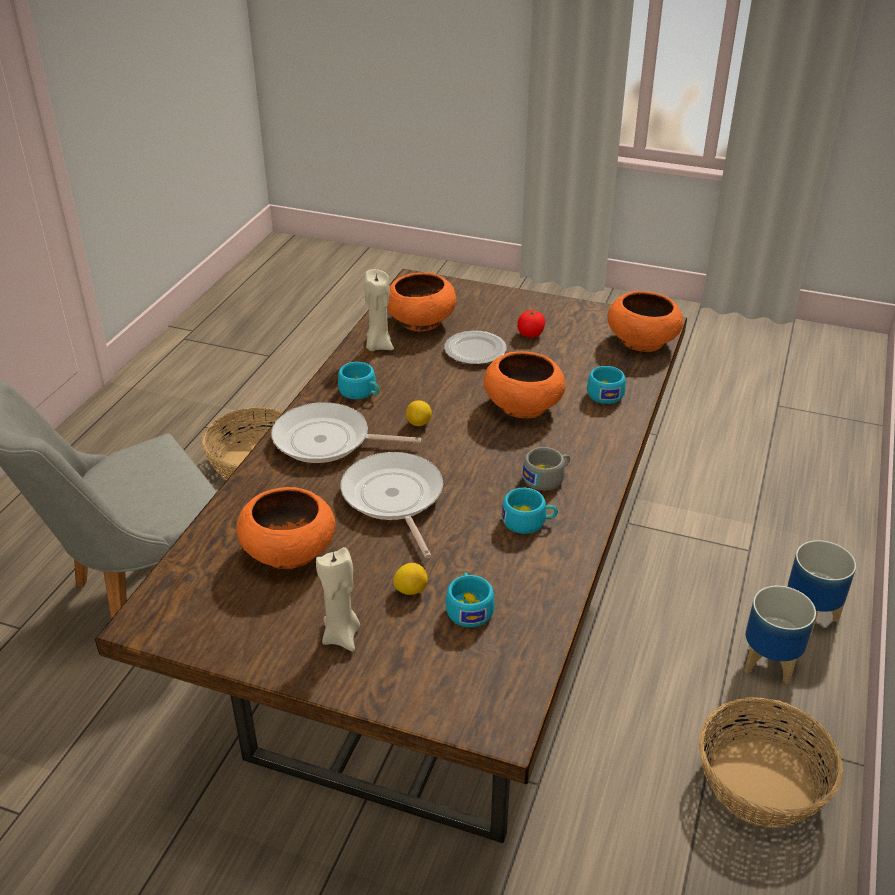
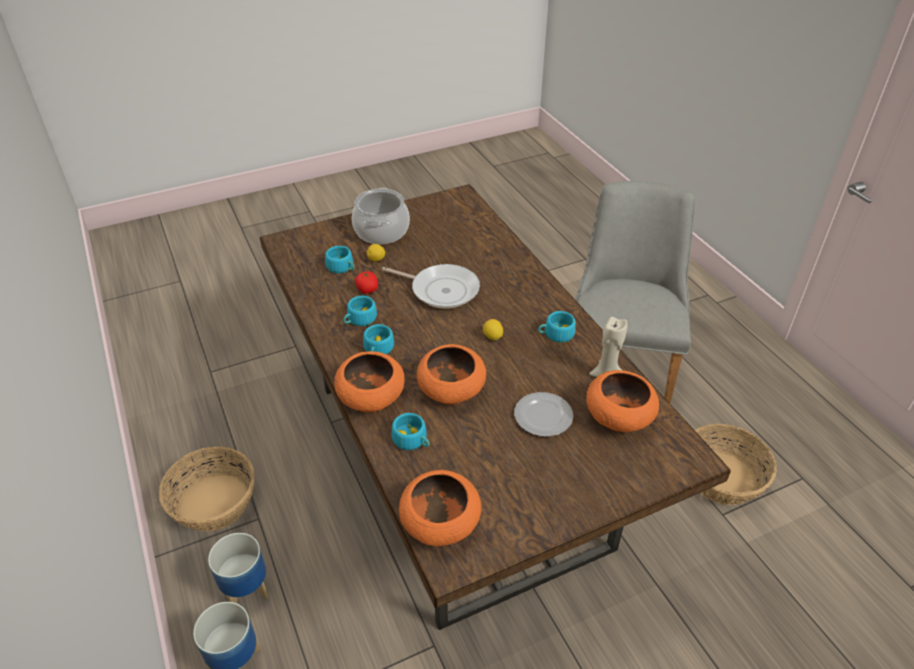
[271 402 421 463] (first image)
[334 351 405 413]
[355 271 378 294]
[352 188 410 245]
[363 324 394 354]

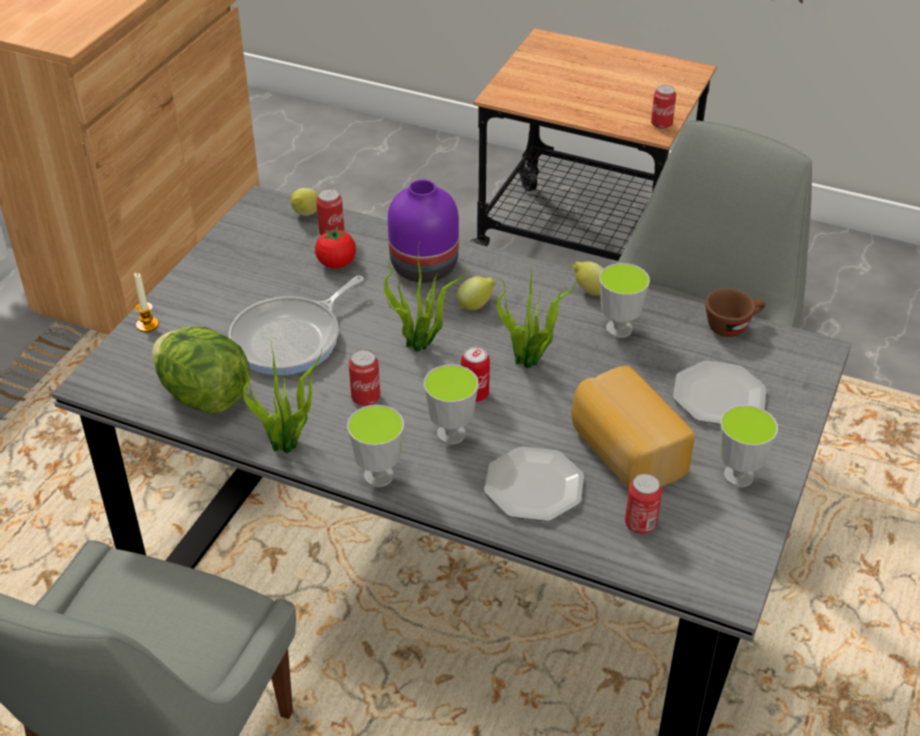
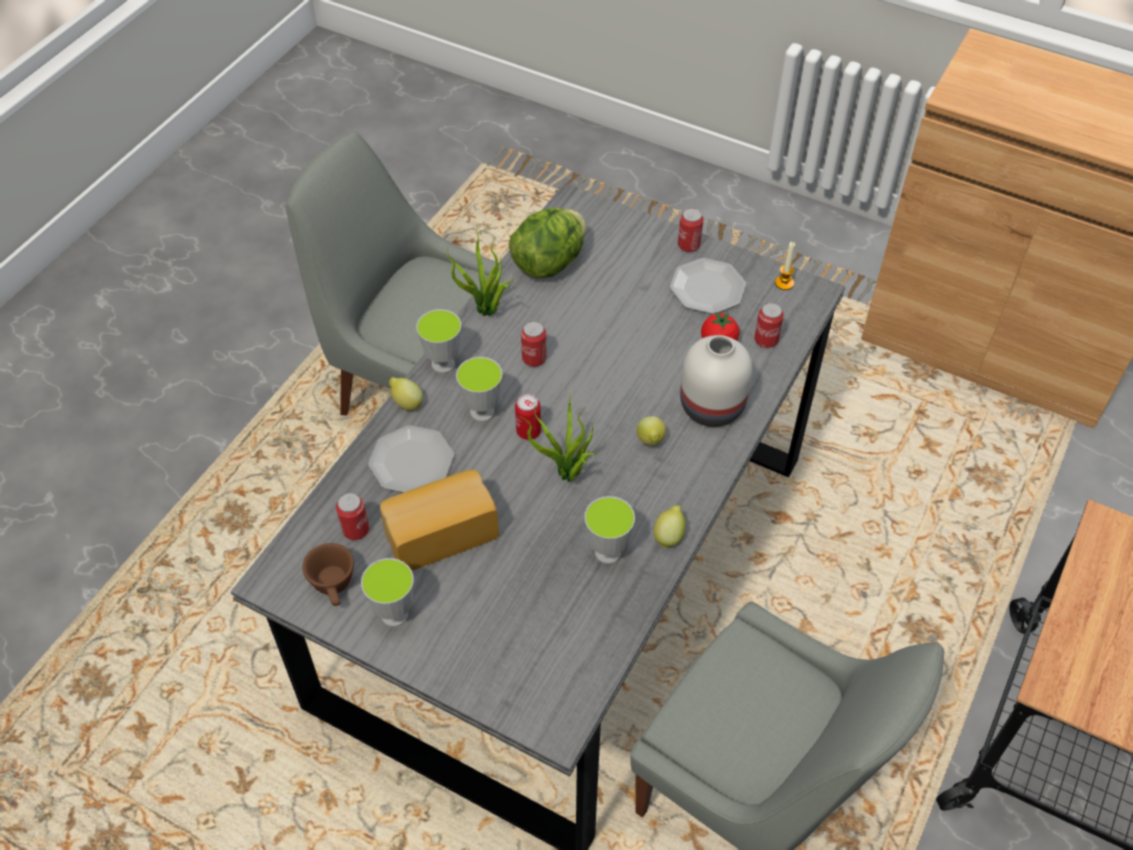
[228 275 364 375] (first image)
[384 241 467 352] (first image)
[775 242 795 290]
[389 377 423 411]
[678 208 703 252]
[670 258 746 314]
[302 543 354 606]
[680 335 752 427]

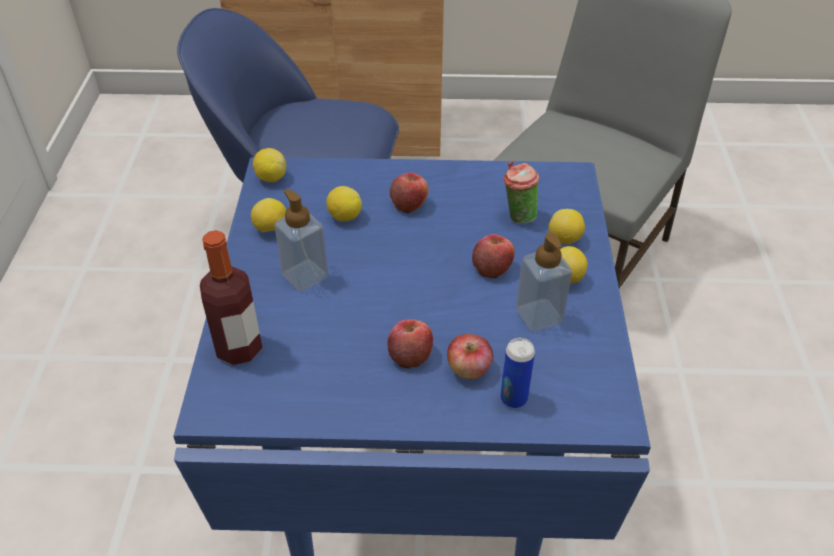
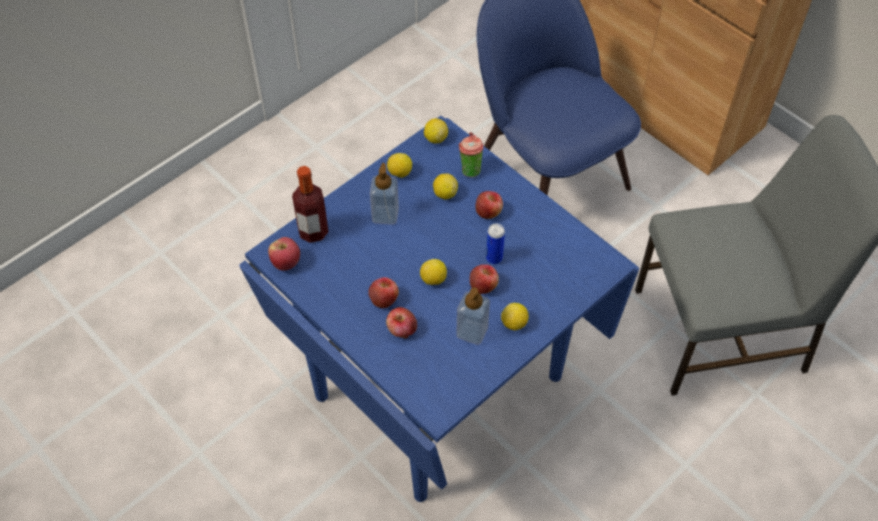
[268 237 300 271]
[486 223 505 264]
[459 132 484 177]
[420 259 447 285]

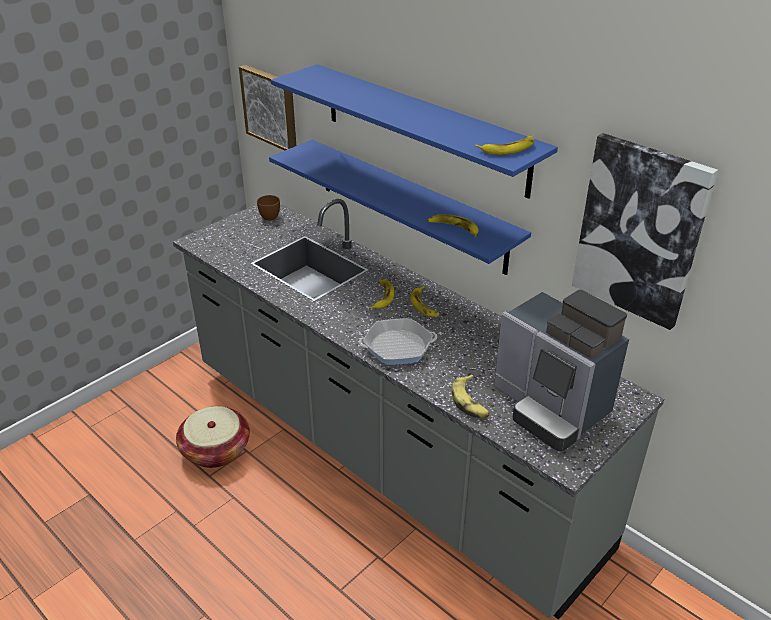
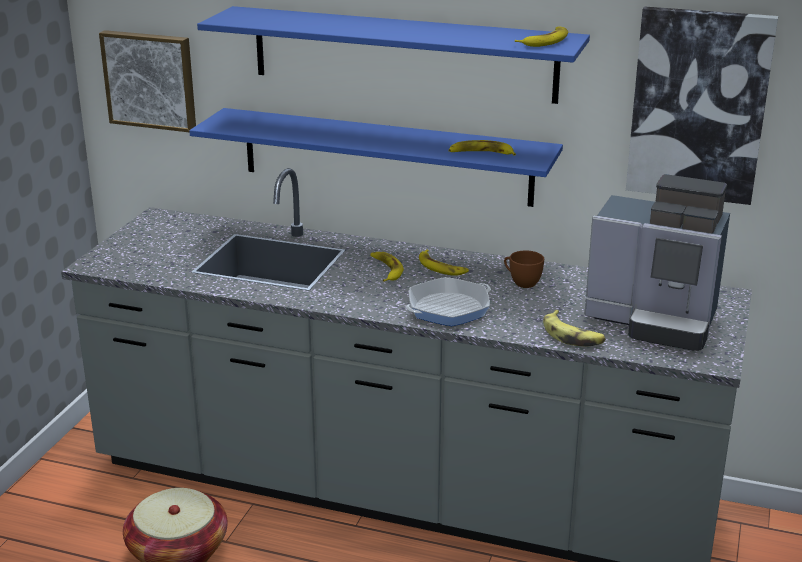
[504 250 544 288]

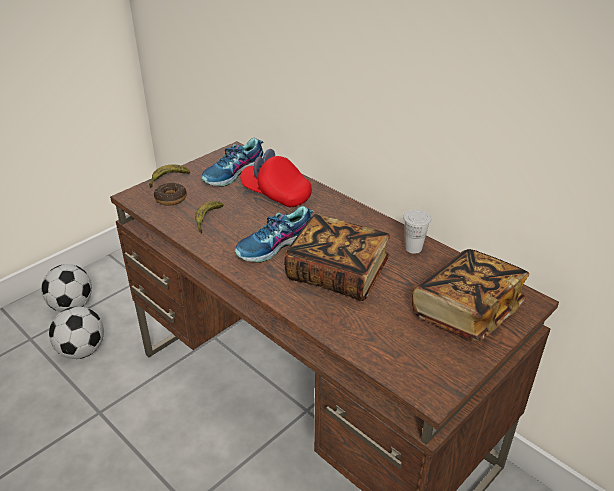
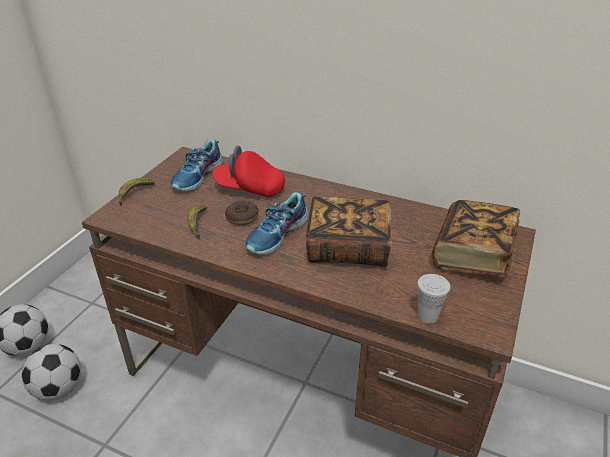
[225 201 259 225]
[417 274 450 324]

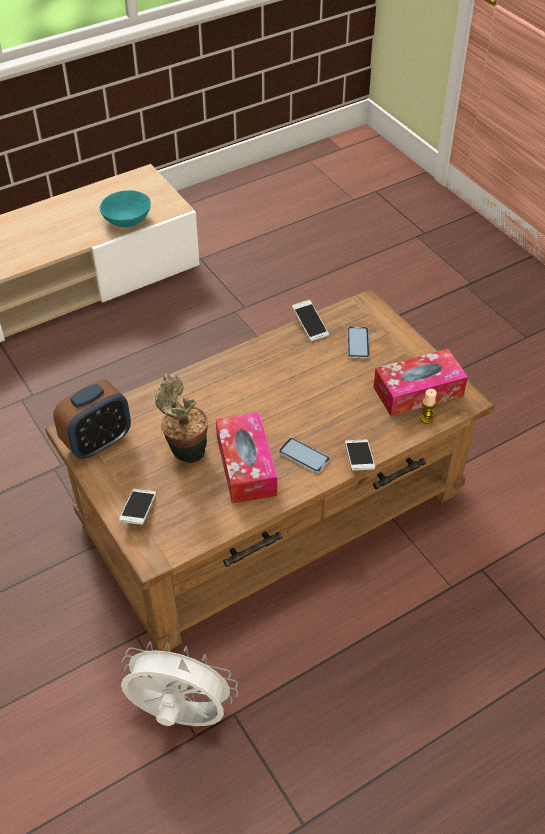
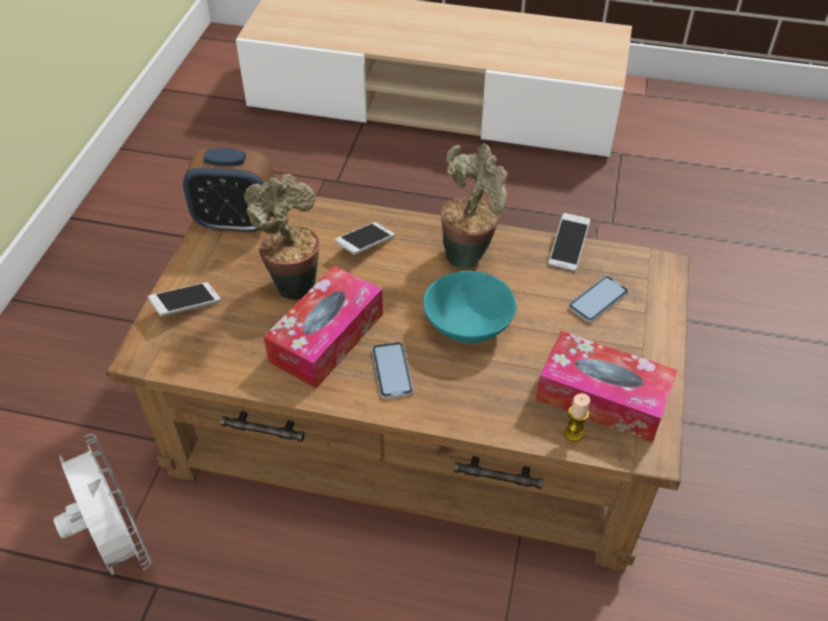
[441 143 508 269]
[423 271 517 343]
[334 222 395 255]

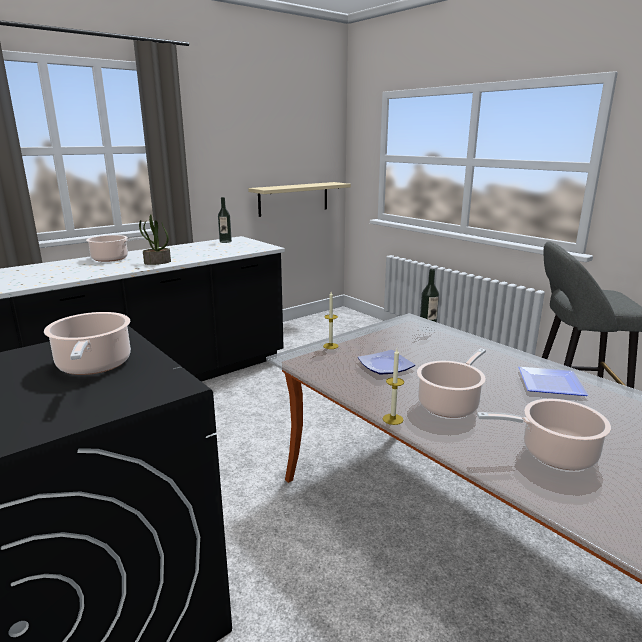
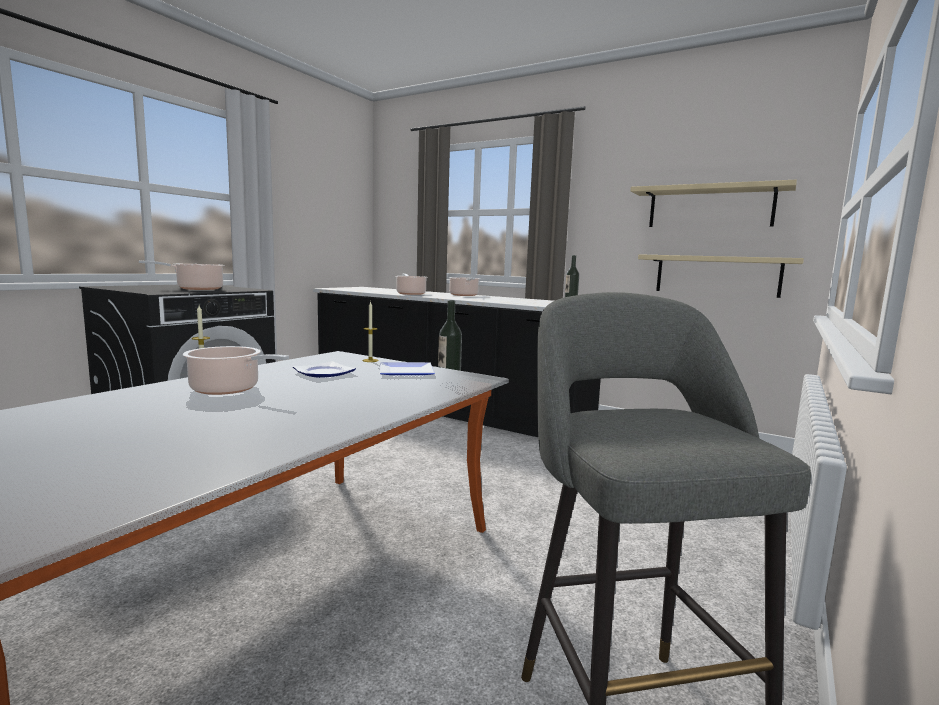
[139 215 171 265] (first image)
[630 180 797 227]
[395 274 428 295]
[379 362 435 375]

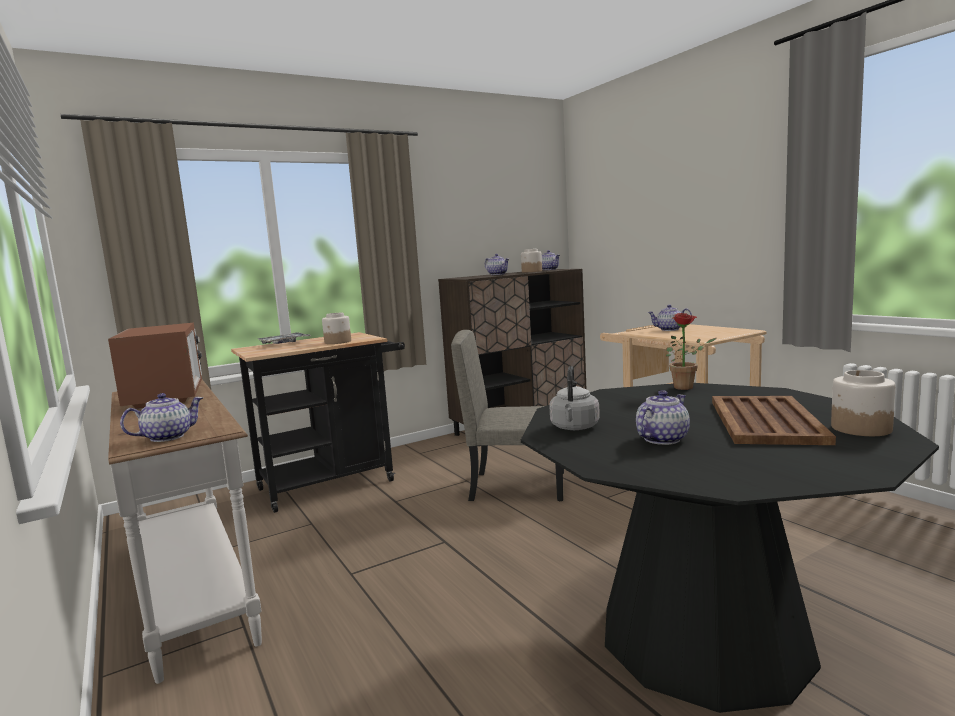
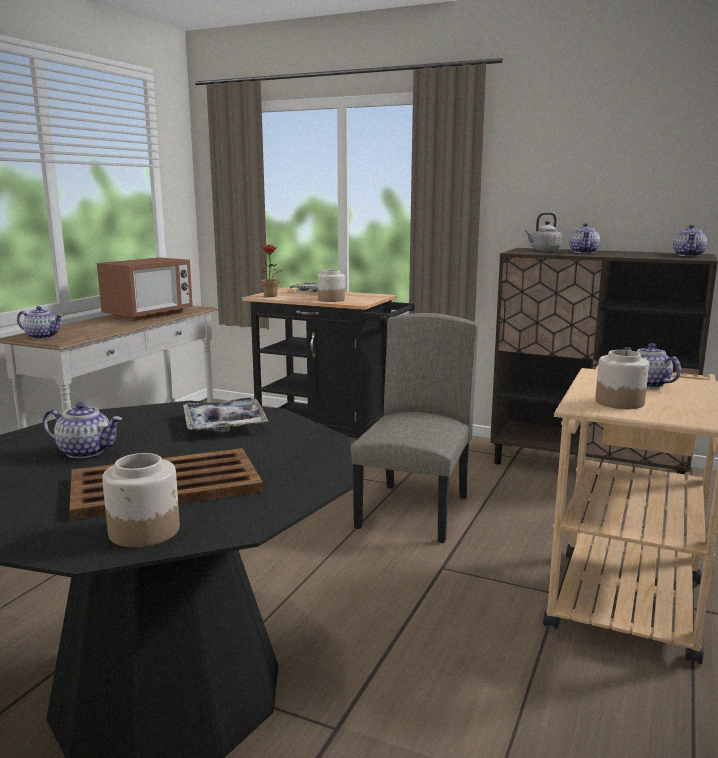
[183 397 268 433]
[595 350 649 409]
[525 212 562 251]
[260 245 284 297]
[351 313 478 543]

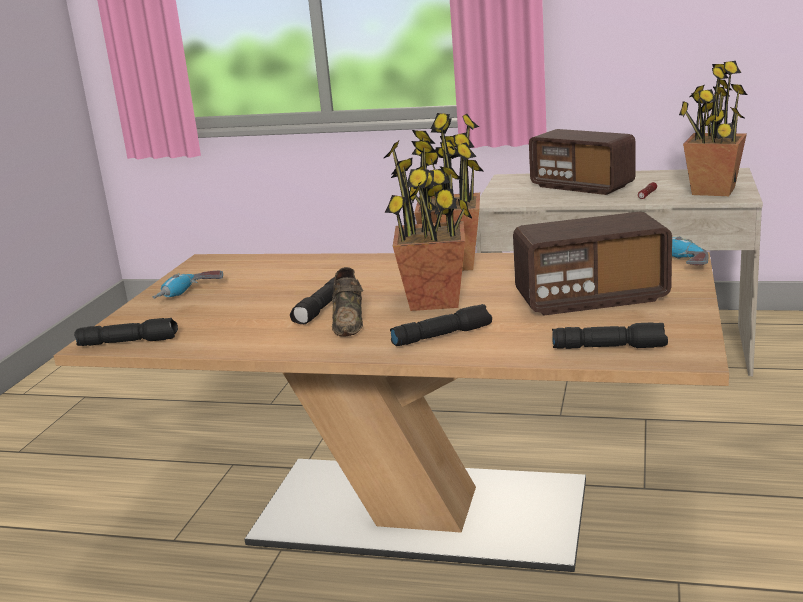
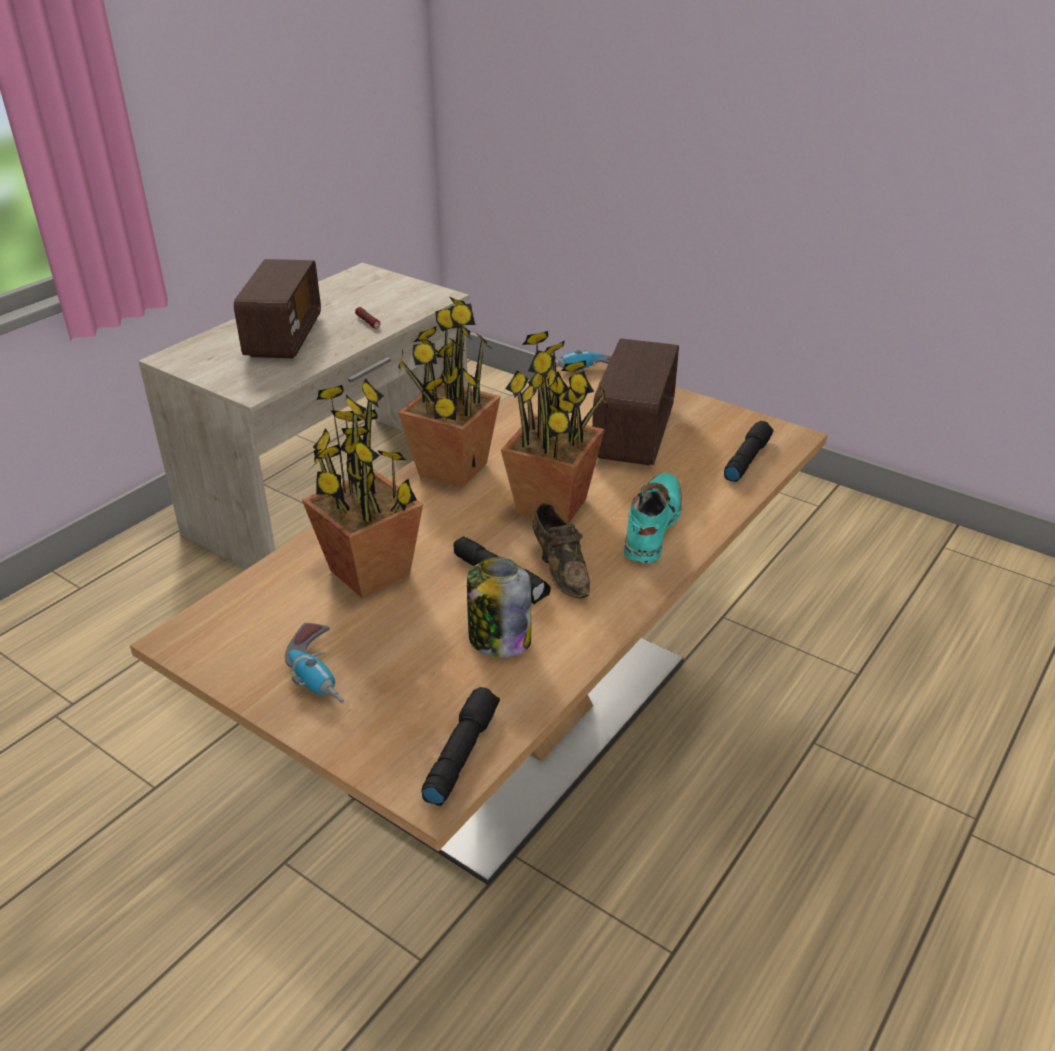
[467 557 531 658]
[302 379 423 598]
[624 473 682 564]
[532 503 590 598]
[234 259 321 358]

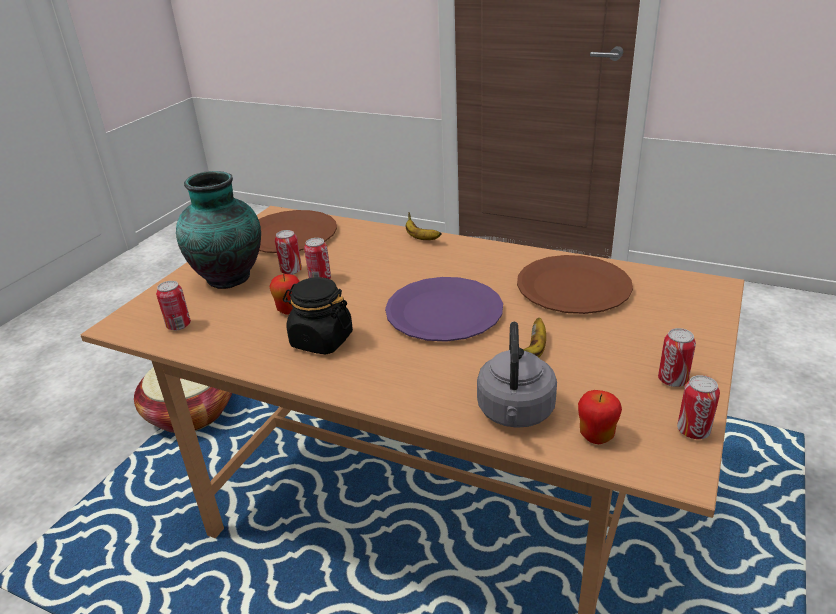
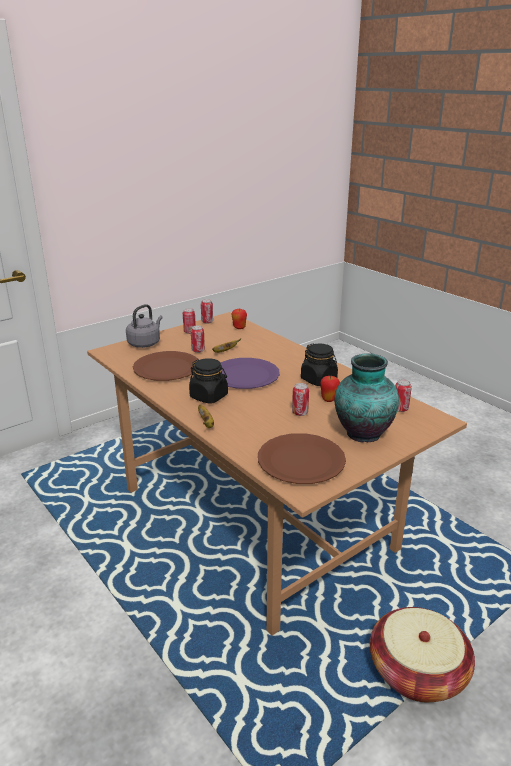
[189 358 228 404]
[191 325 205 353]
[126 304 163 348]

